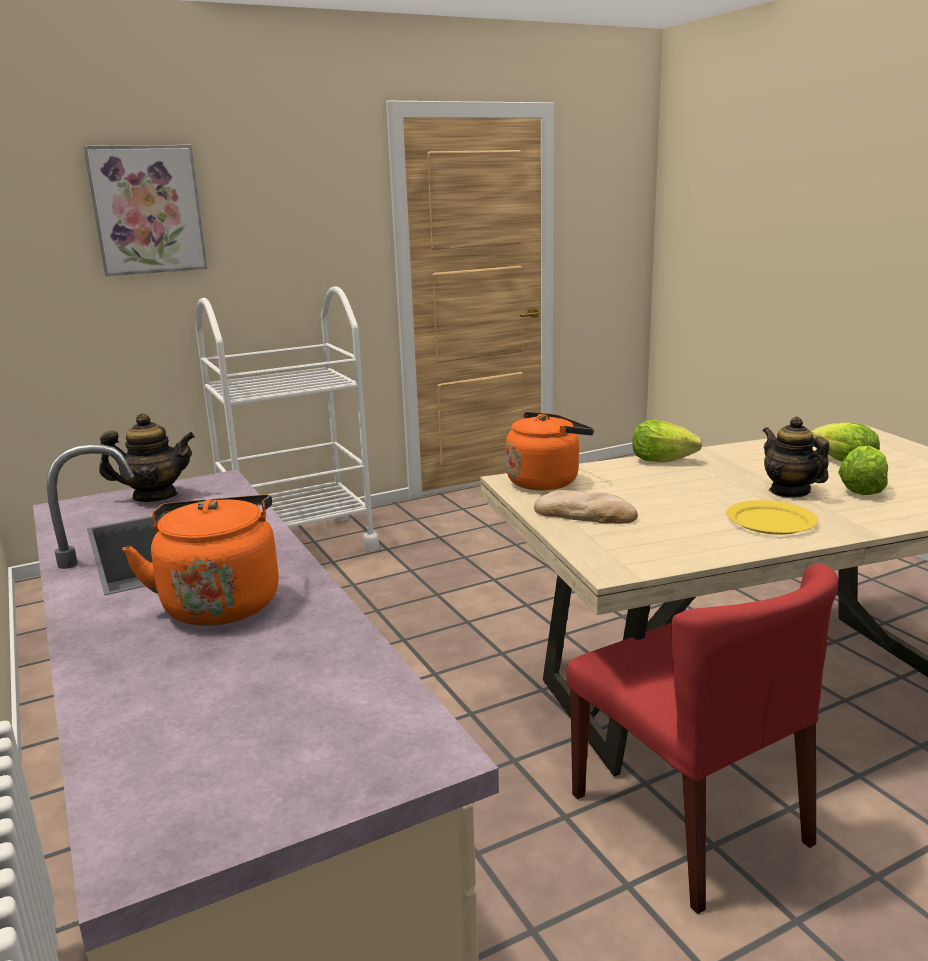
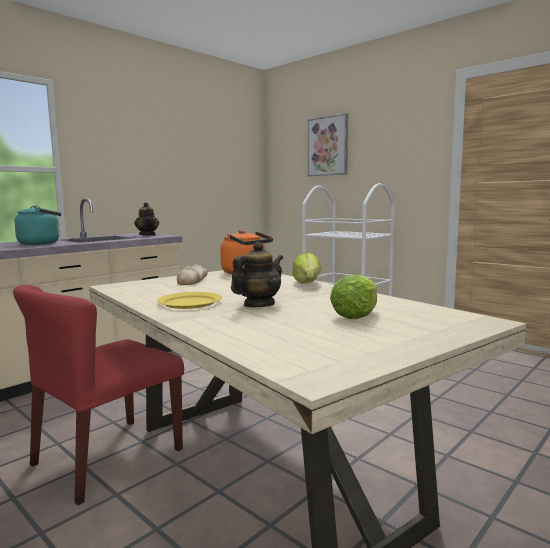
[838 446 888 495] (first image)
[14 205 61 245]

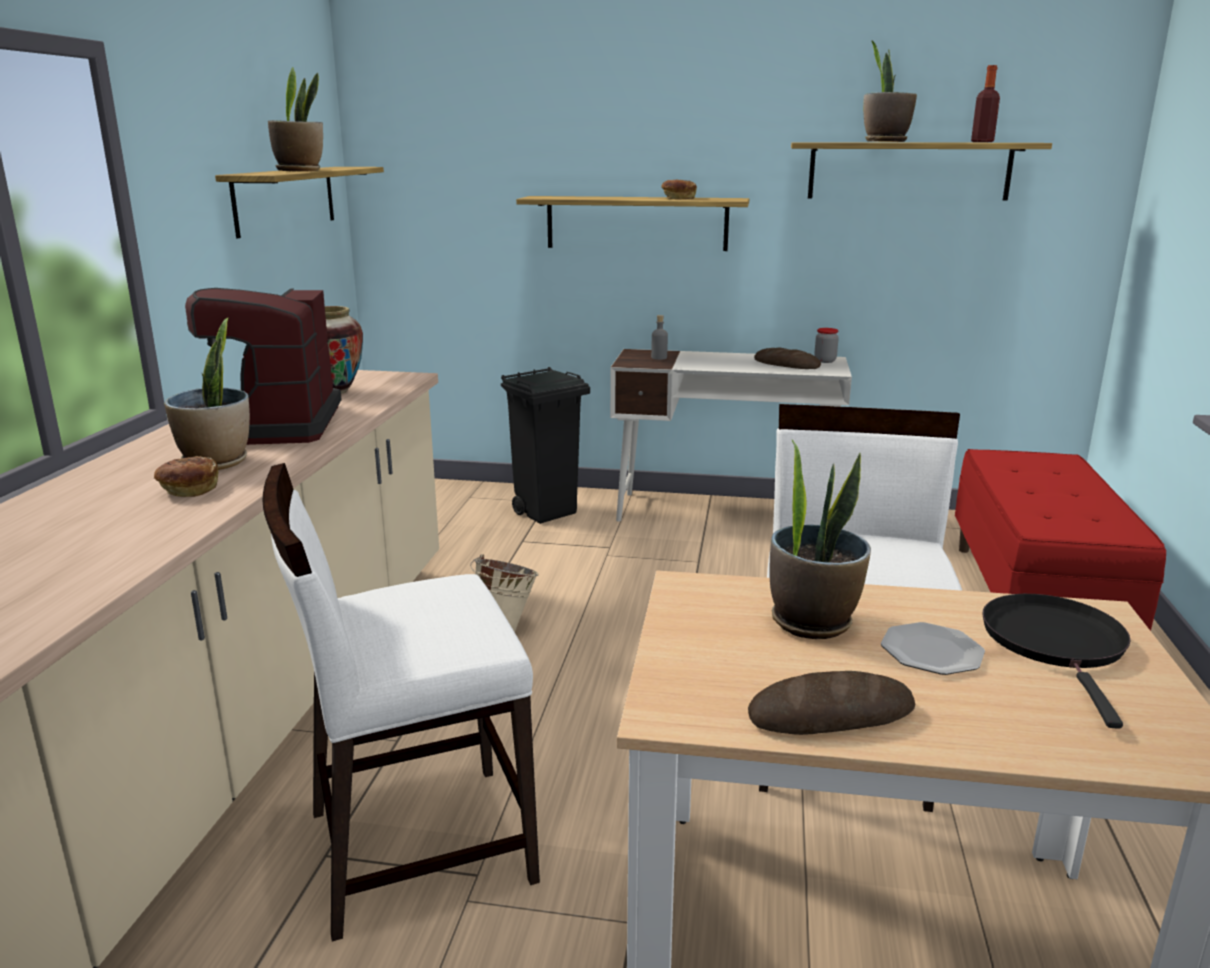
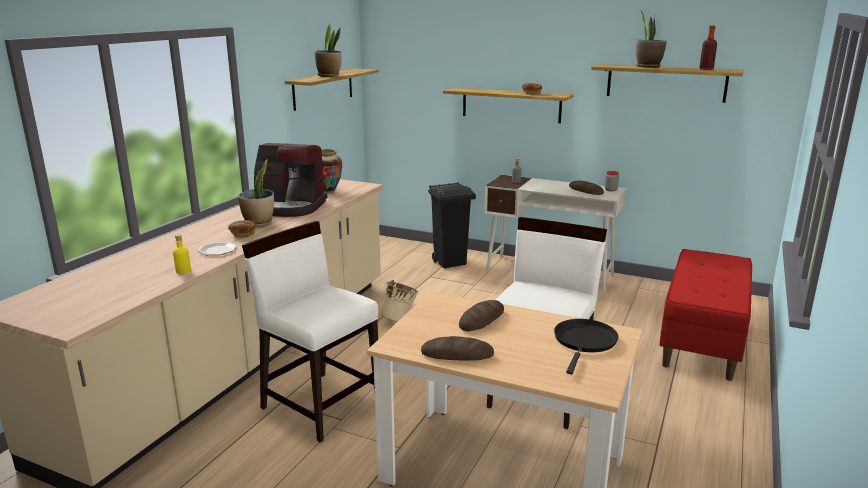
[173 234 191 274]
[198 242 237 255]
[459 300 504 331]
[254 143 327 217]
[242 221 378 442]

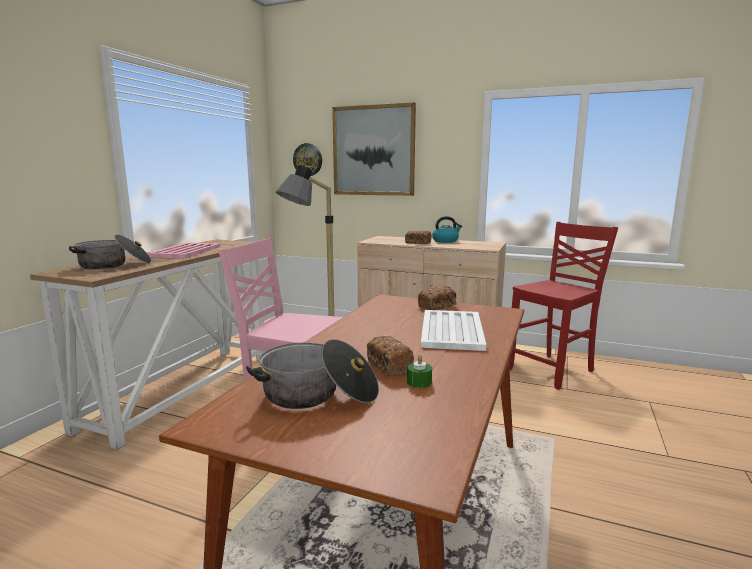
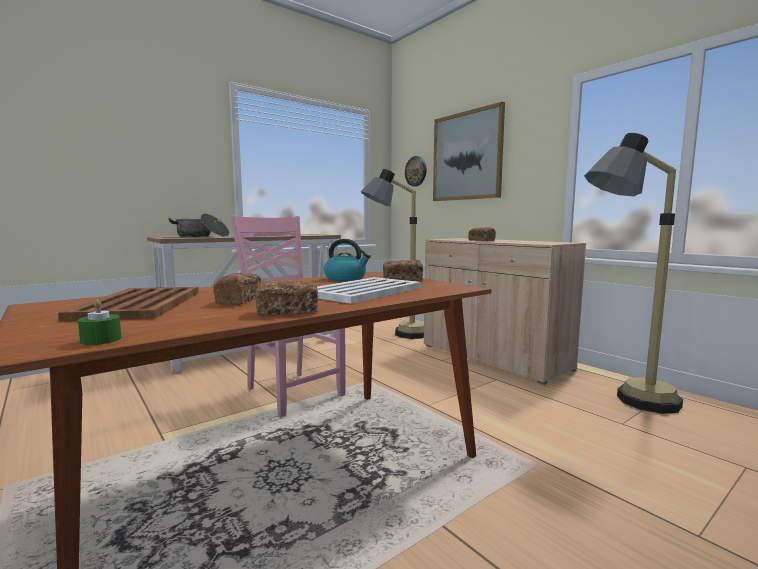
[255 280 318 315]
[78 299 122 345]
[324 239 371 281]
[58 287 199 322]
[584 133 683 414]

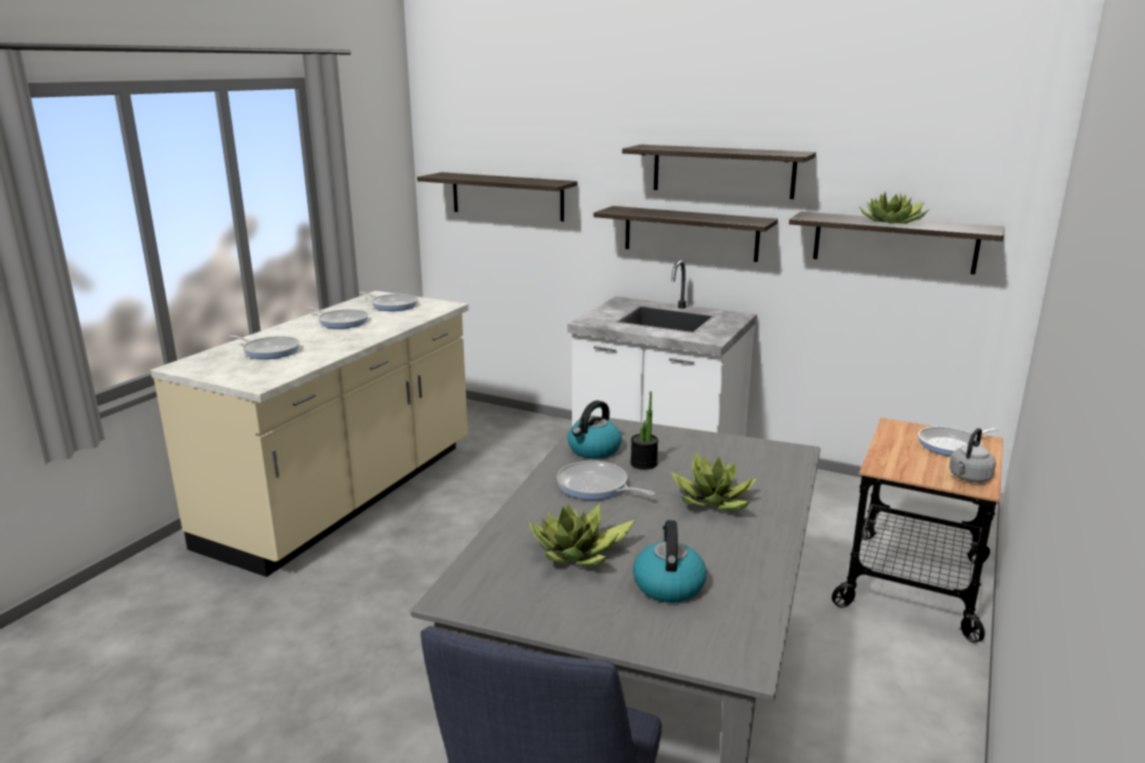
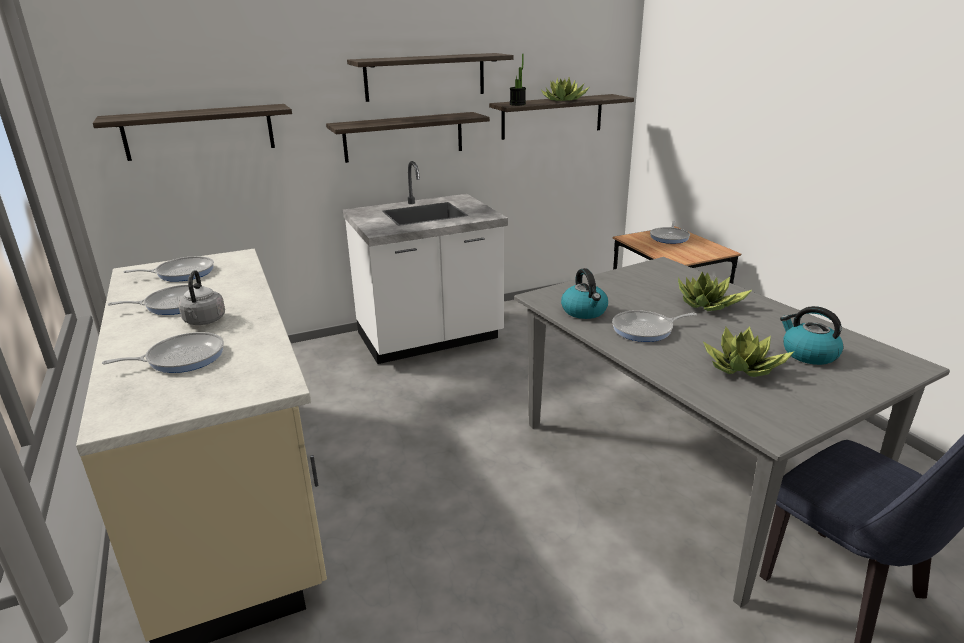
[510 54 526 106]
[179 270 225 325]

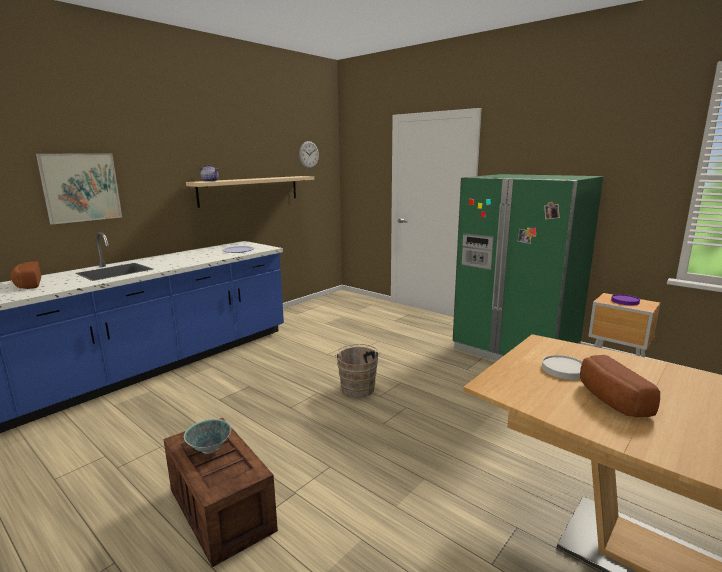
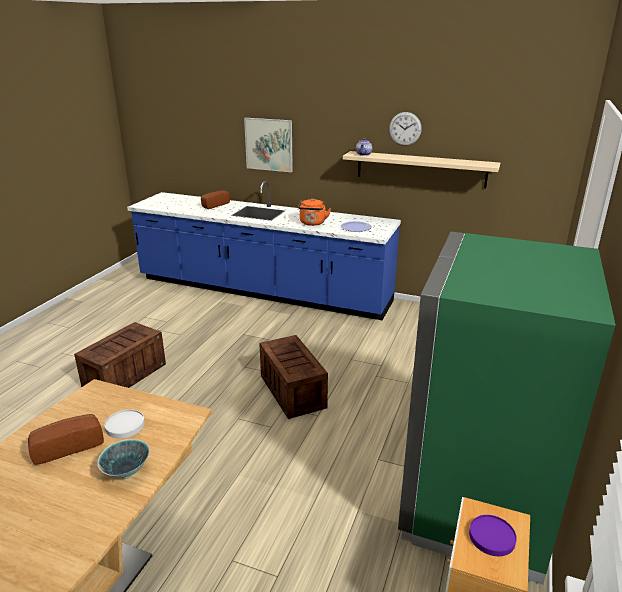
[298 198 331 226]
[97 439 150 479]
[389 112 422 146]
[259 335 328 419]

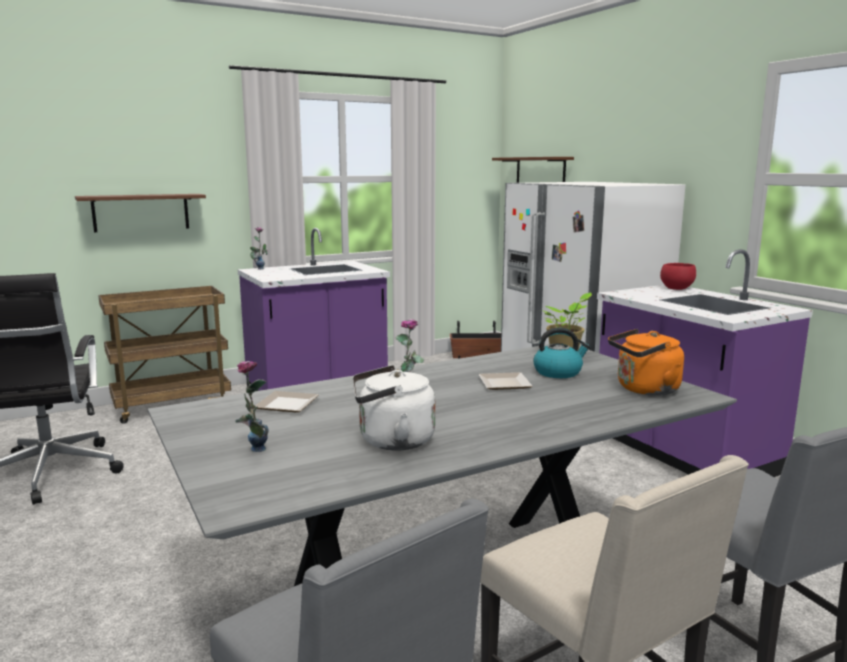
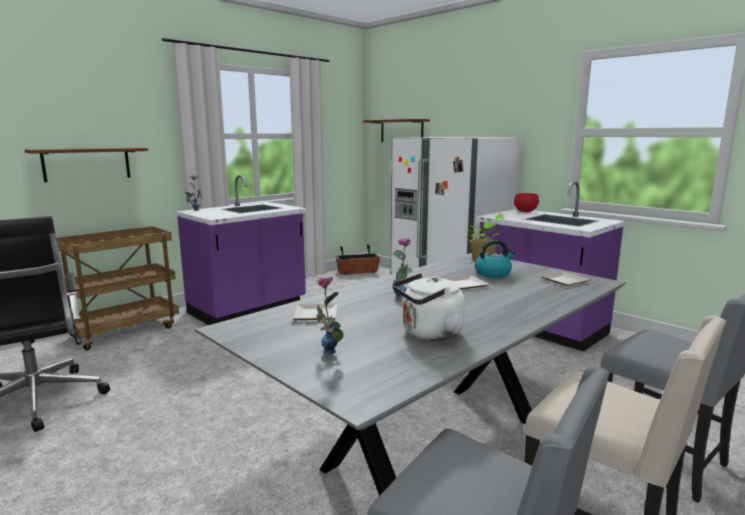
[540 272 590 286]

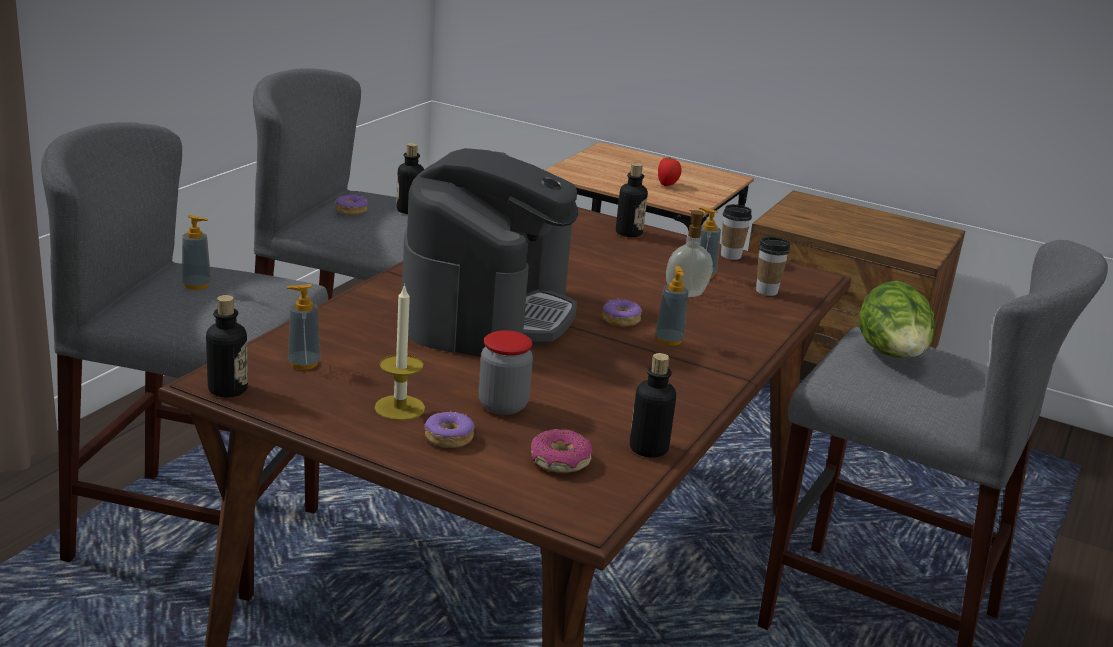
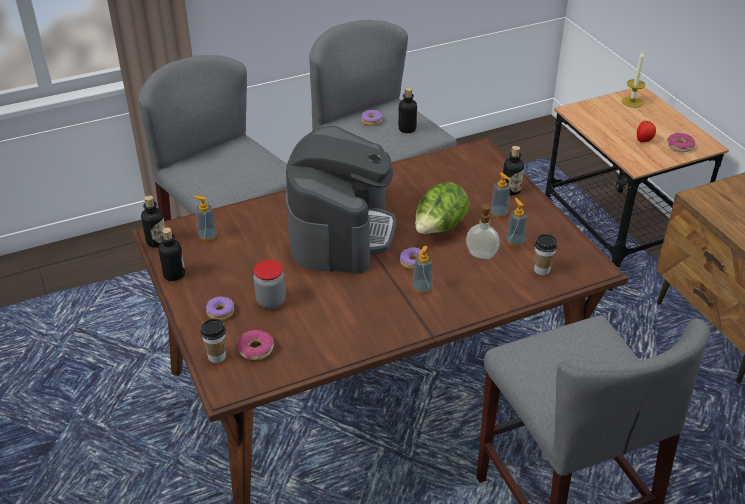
[667 133 695 152]
[490 172 510 218]
[622 52 645 108]
[158 227 185 281]
[200 318 226 363]
[415 182 470 234]
[286 126 396 274]

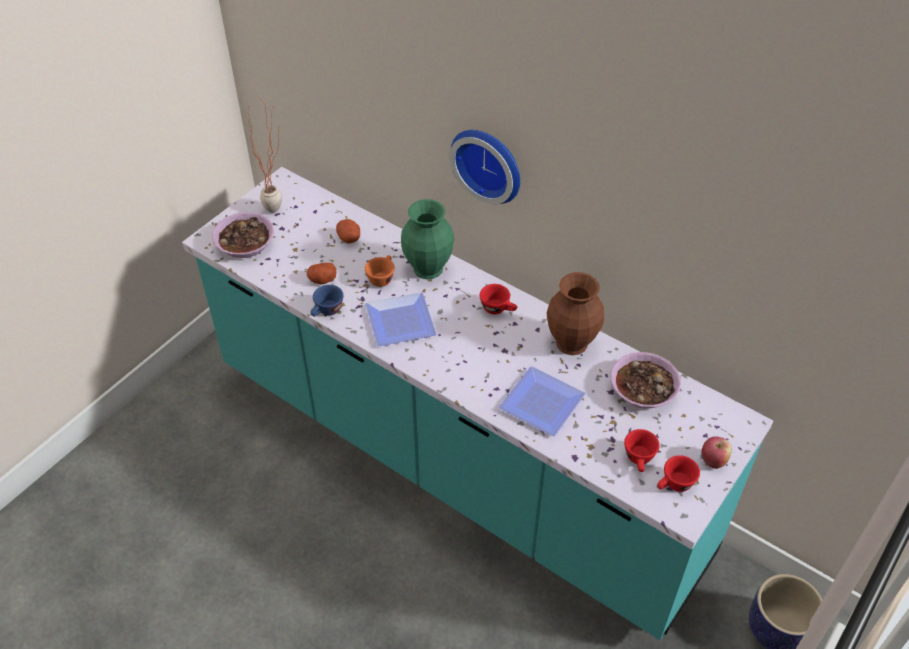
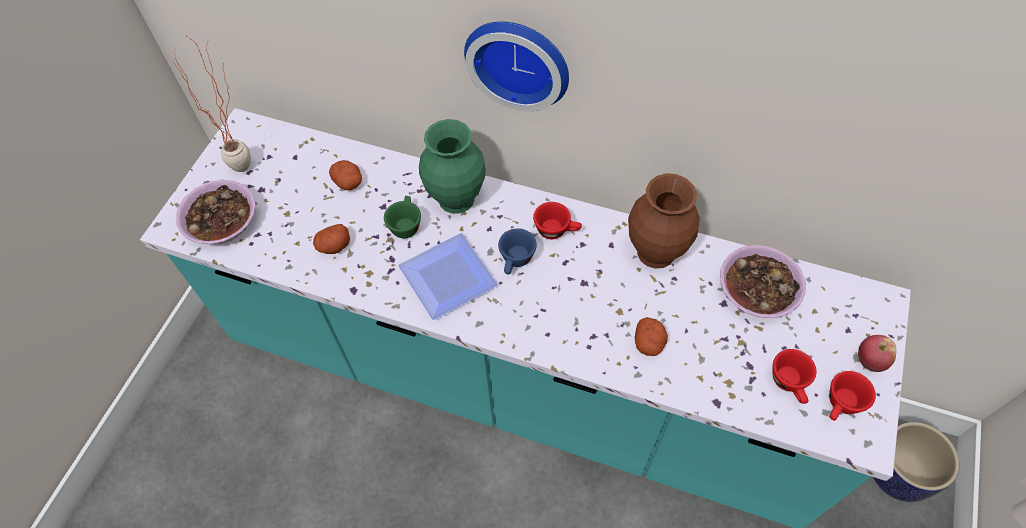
[498 228 537 275]
[635 317 668 356]
[384 196 421 238]

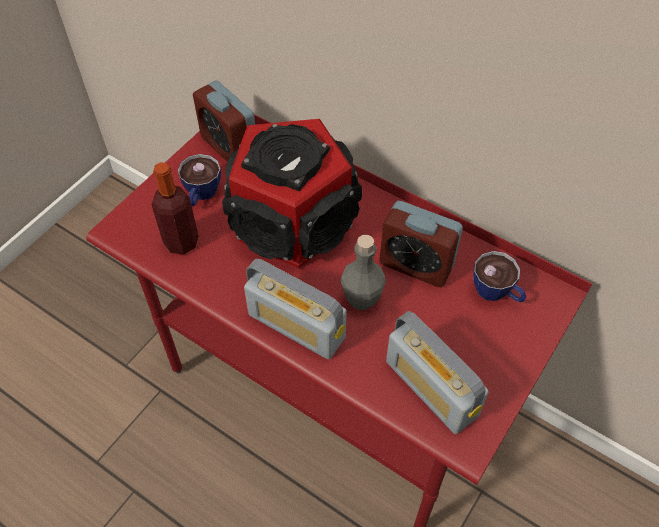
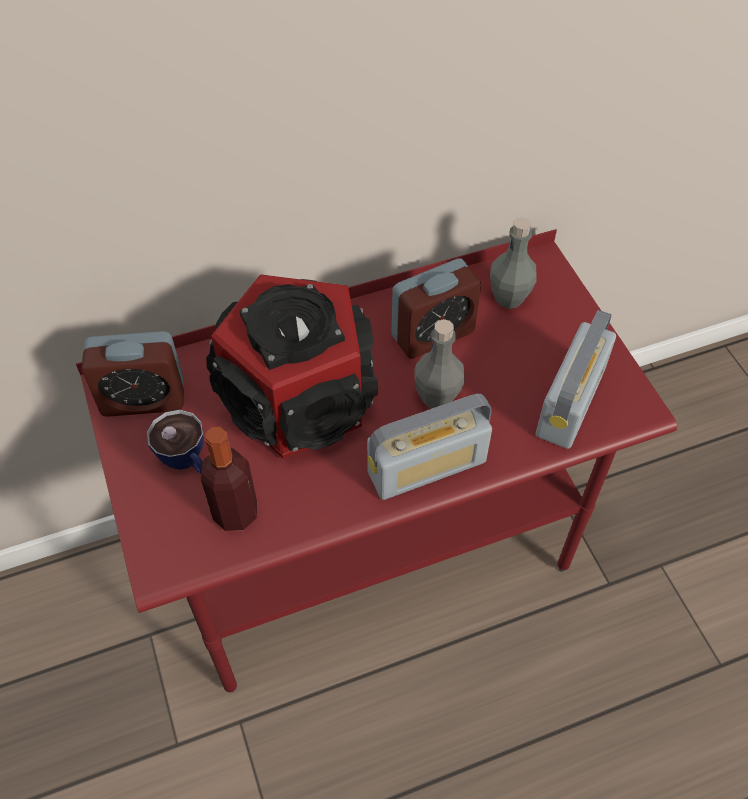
[490 217 537 309]
[536 310 616 449]

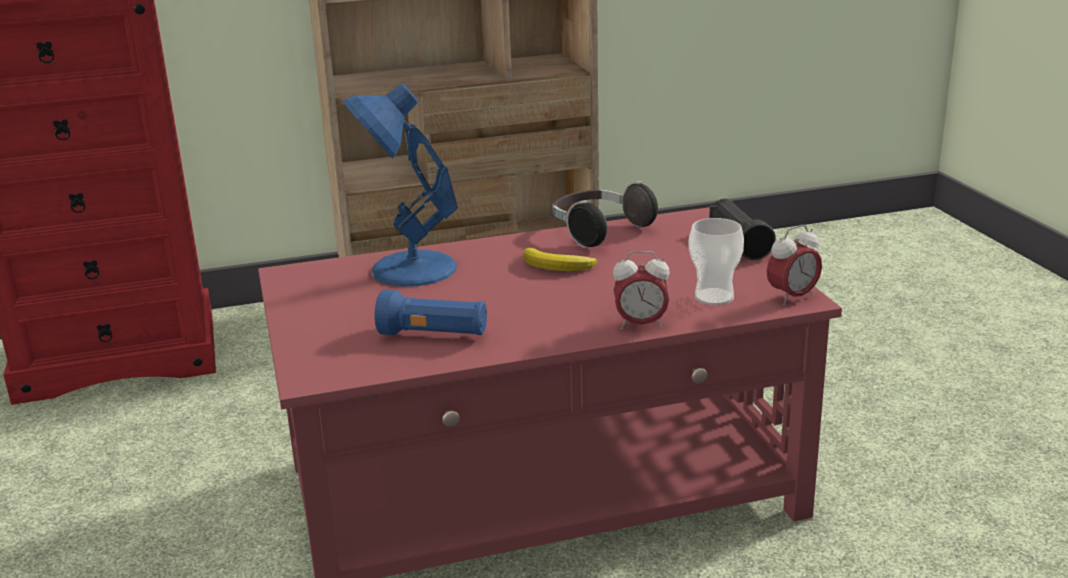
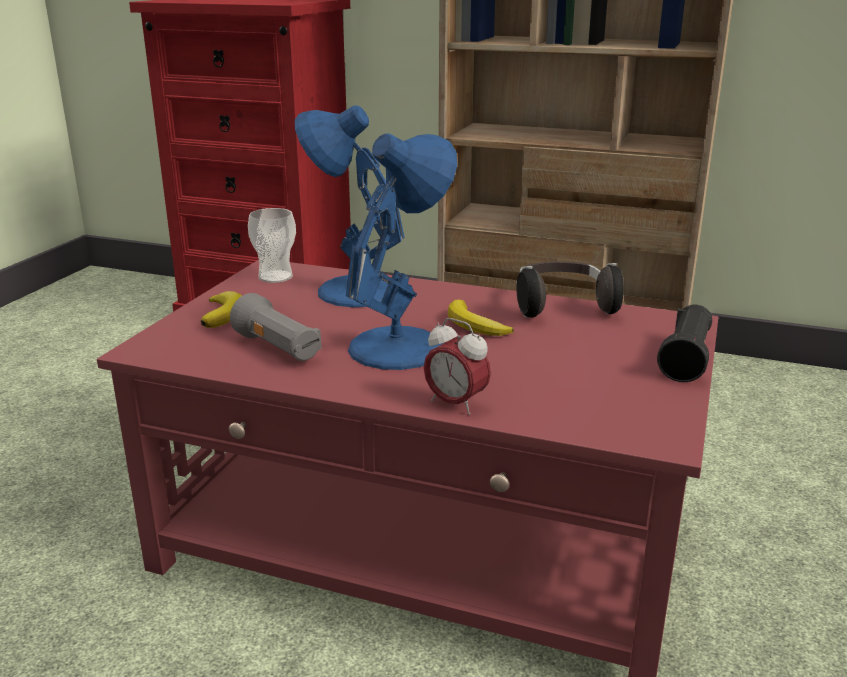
[767 225 822 305] (first image)
[200 291 242 328]
[346 133 457 370]
[248 208 296 283]
[230 293 321 361]

